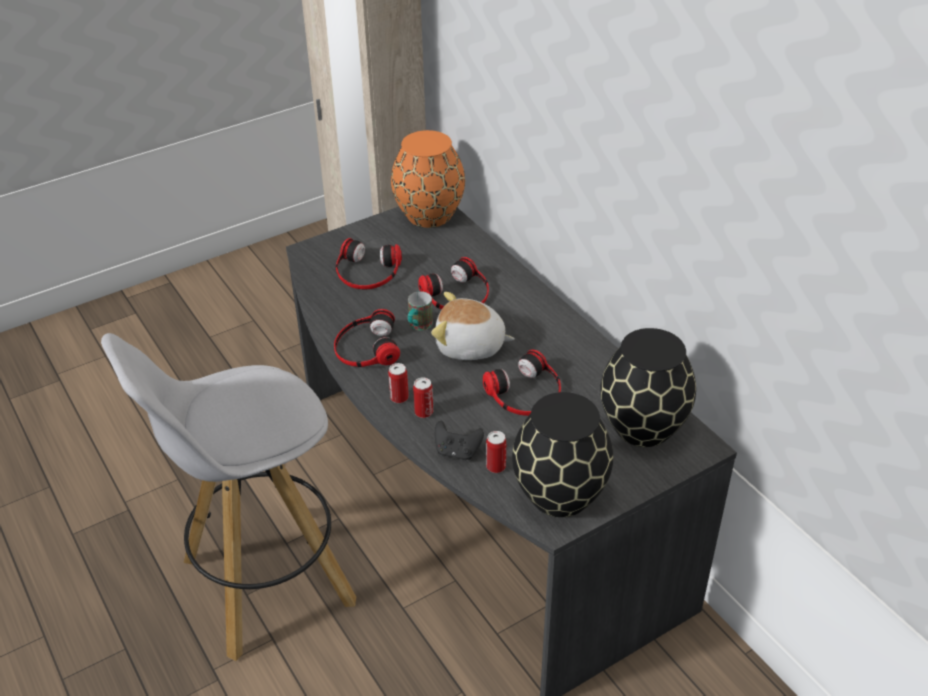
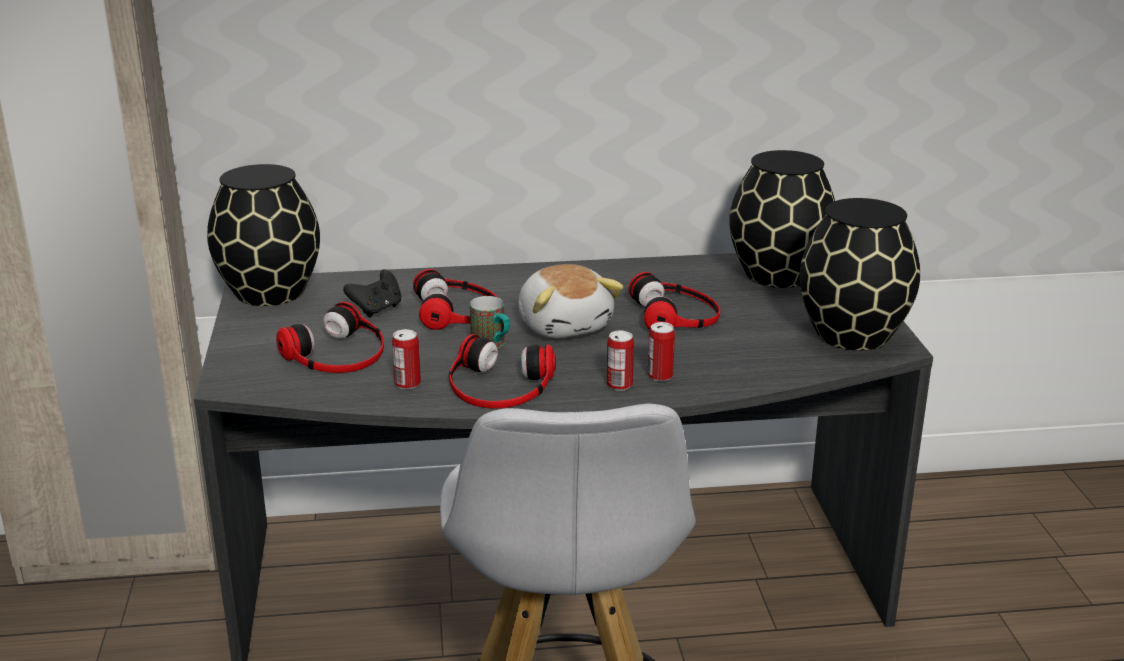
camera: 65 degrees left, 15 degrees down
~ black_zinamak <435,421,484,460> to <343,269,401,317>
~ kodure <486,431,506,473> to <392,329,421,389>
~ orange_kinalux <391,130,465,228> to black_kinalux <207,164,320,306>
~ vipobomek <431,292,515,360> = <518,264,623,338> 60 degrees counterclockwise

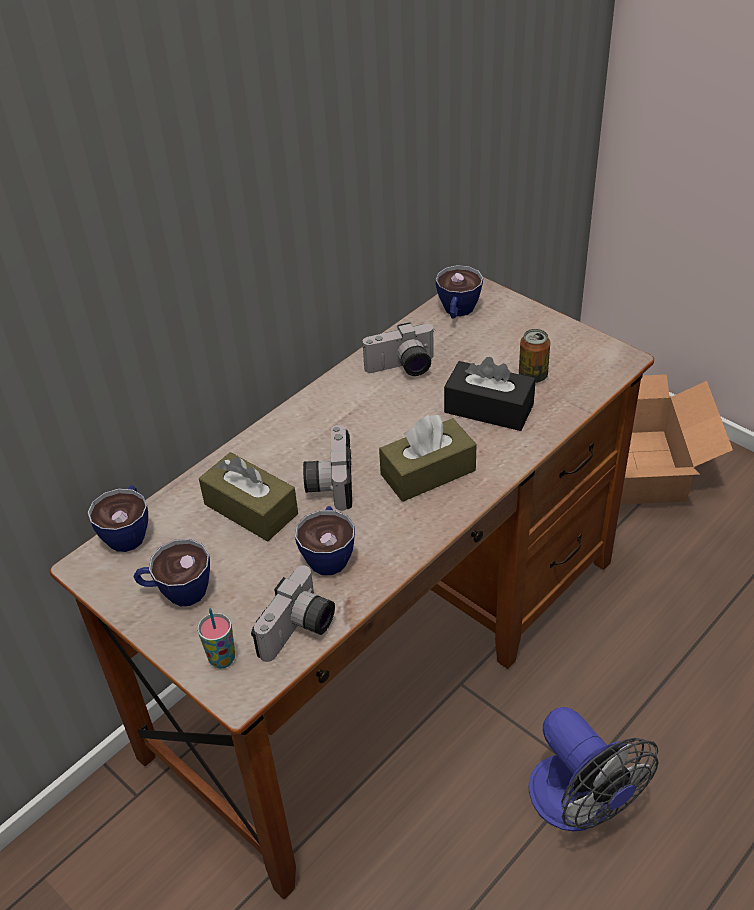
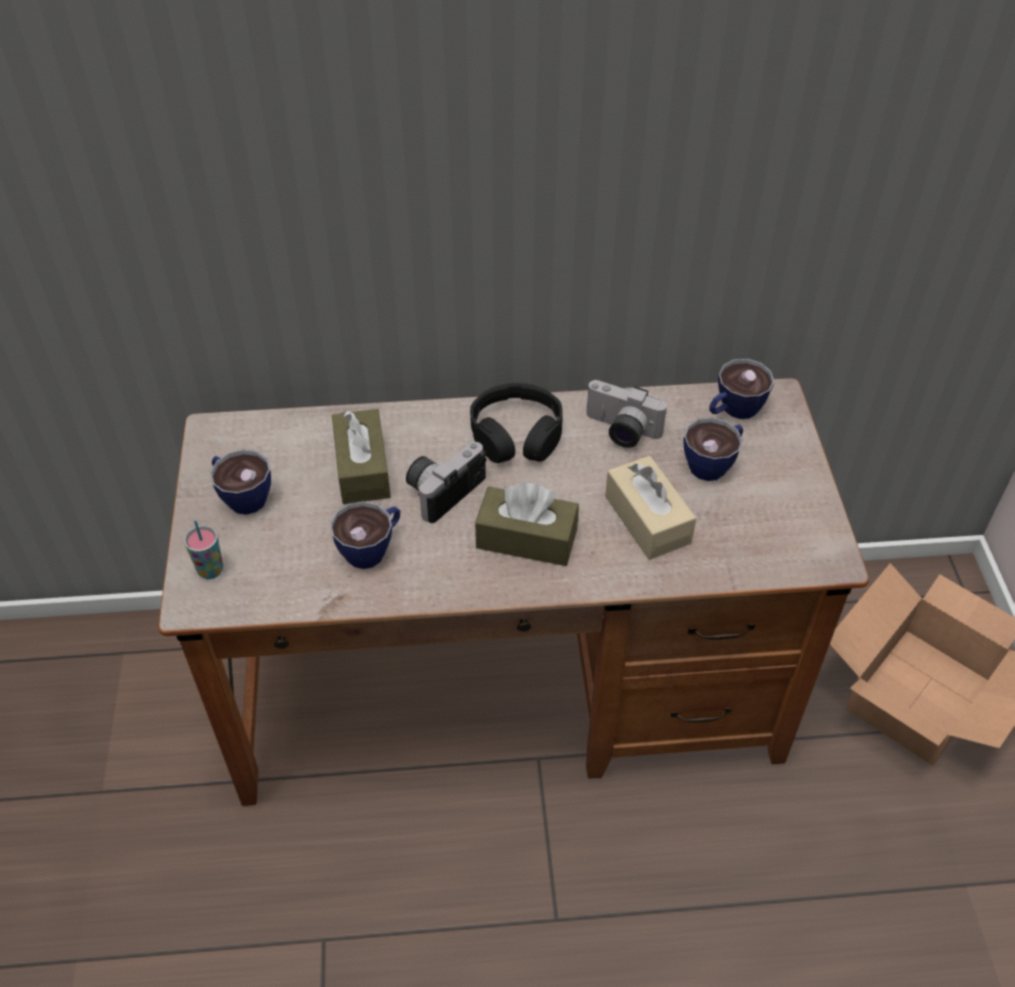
camera: 40 degrees right, 5 degrees up
- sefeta <251,566,335,662>
- kodure <519,329,550,383>
- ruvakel <528,707,659,831>
+ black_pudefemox <470,383,563,463>
~ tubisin <88,485,148,552> to <683,418,743,481>
~ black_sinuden <444,357,536,431> to beige_sinuden <605,456,696,560>

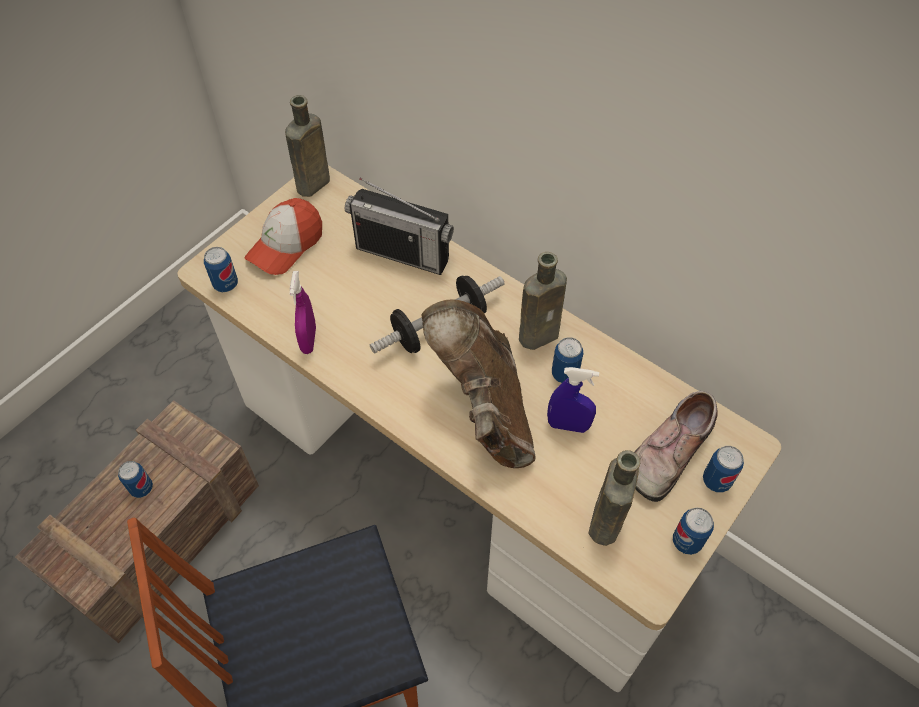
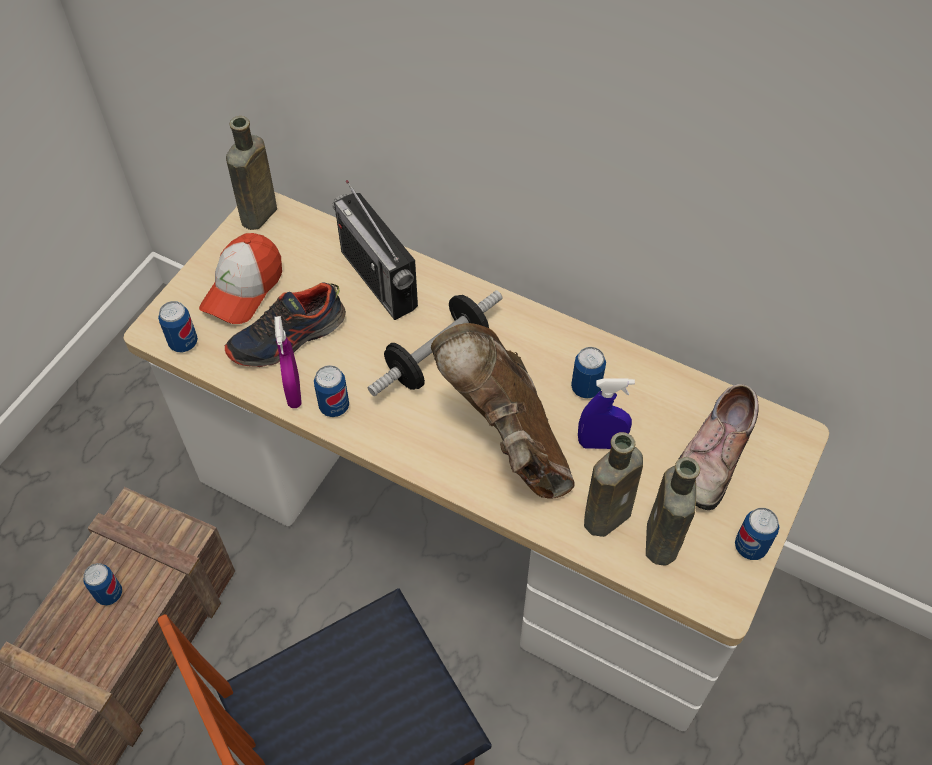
camera: 10 degrees left, 0 degrees up
+ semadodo <225,282,346,367>
~ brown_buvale <519,252,567,350> to <584,432,643,537>
~ kodure <703,446,744,492> to <314,365,349,417>
~ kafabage <345,178,454,275> = <332,180,418,320> 45 degrees clockwise

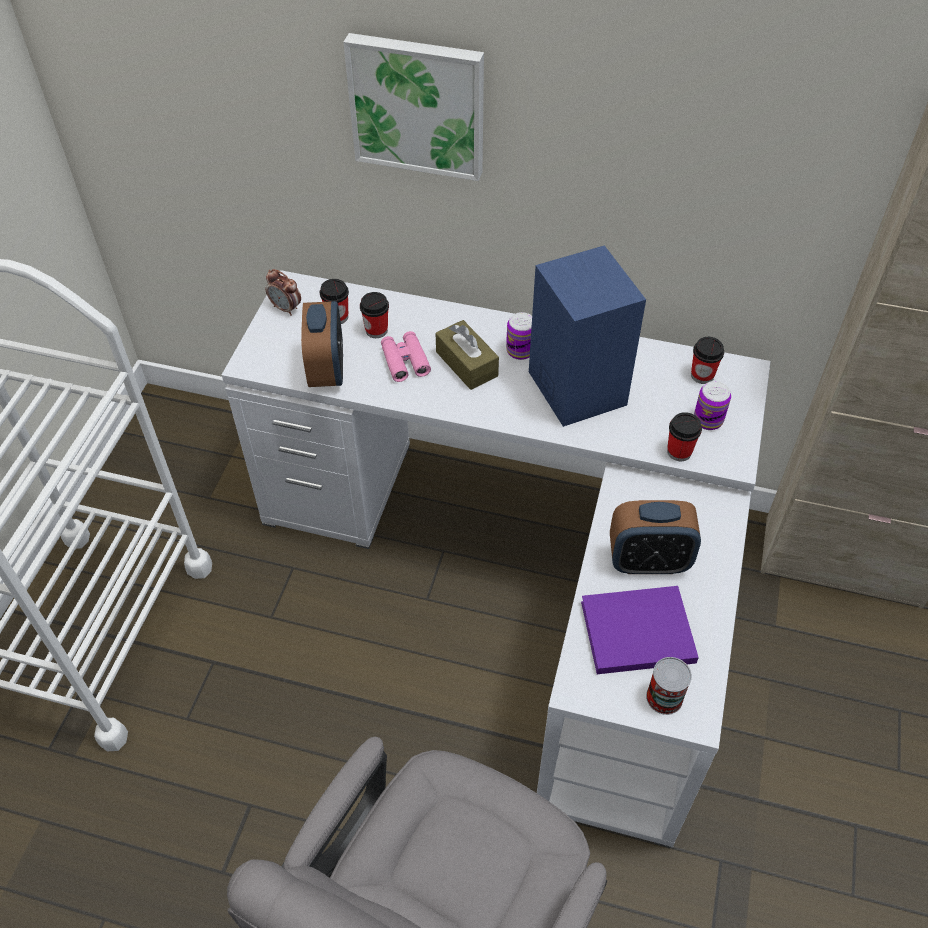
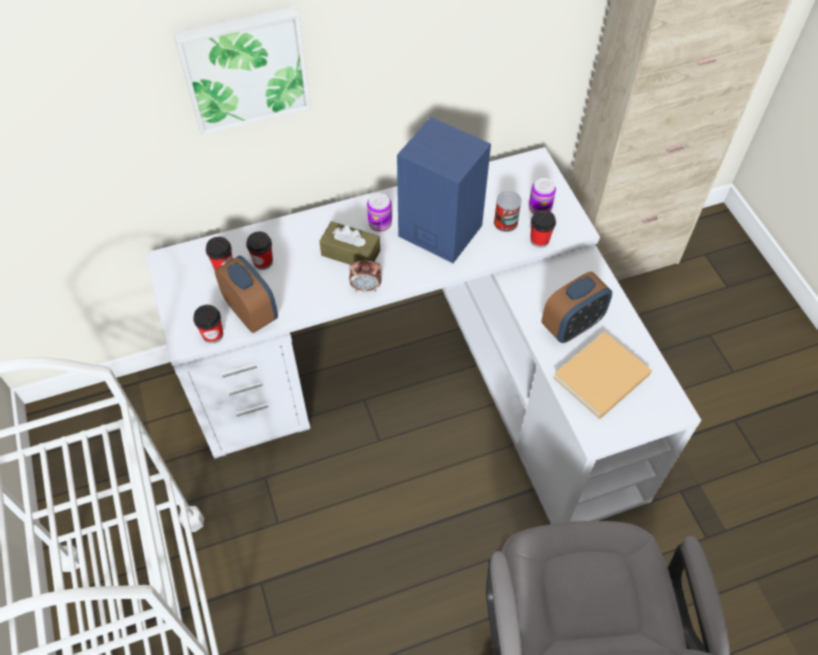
camera: 35 degrees left, 5 degrees up
- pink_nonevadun <381,331,431,382>
~ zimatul <266,269,301,316> to <349,261,382,292>
~ kodure <646,657,692,715> to <494,191,522,232>
~ tubisin <691,337,724,384> to <193,305,223,344>
~ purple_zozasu <581,586,699,674> to beige_zozasu <553,331,652,419>

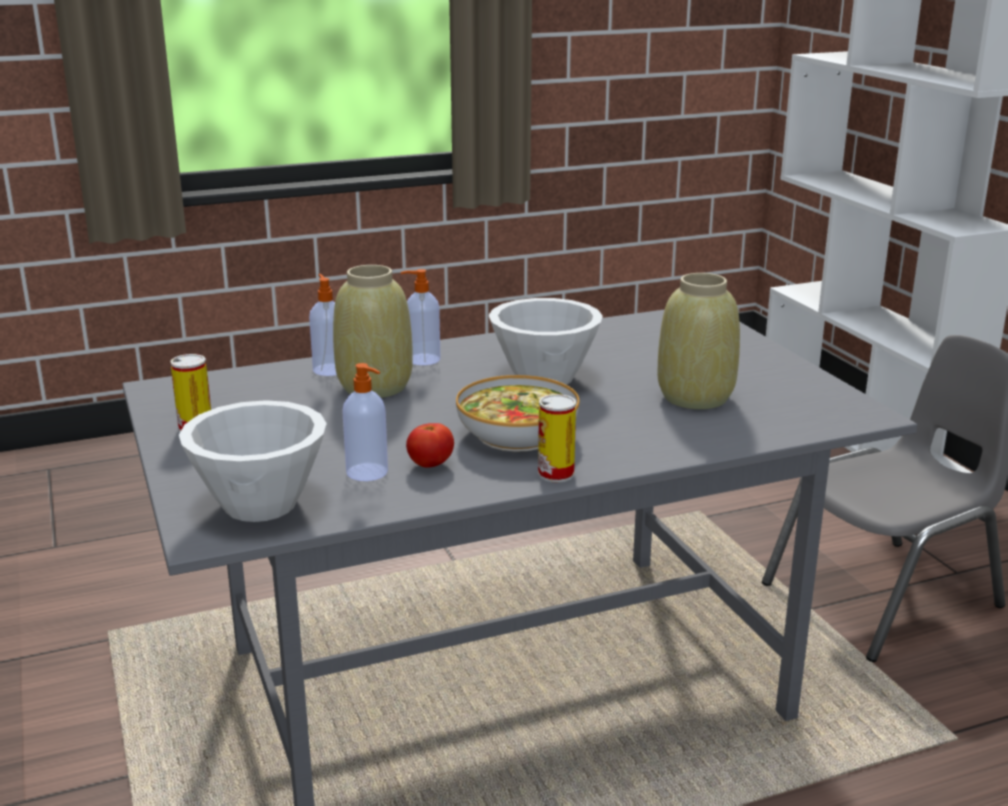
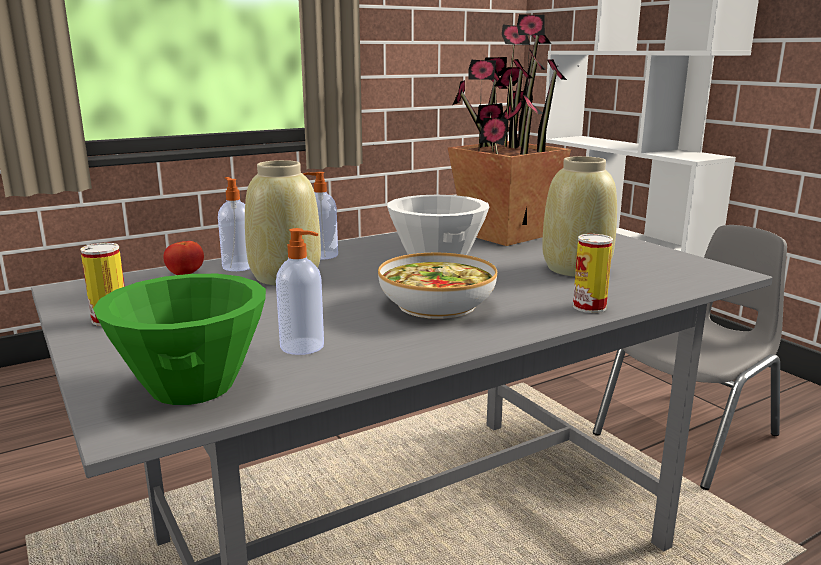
camera: 10 degrees left, 5 degrees down
+ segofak <448,14,571,246>
~ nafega <406,423,454,468> to <163,241,204,275>
~ kodure <538,394,576,482> to <573,234,613,313>
~ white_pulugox <179,400,327,522> to green_pulugox <93,274,266,405>

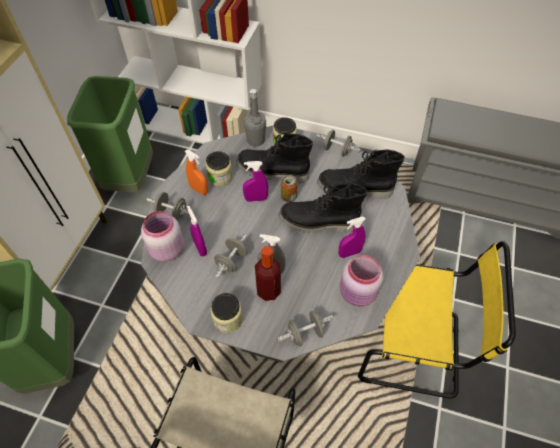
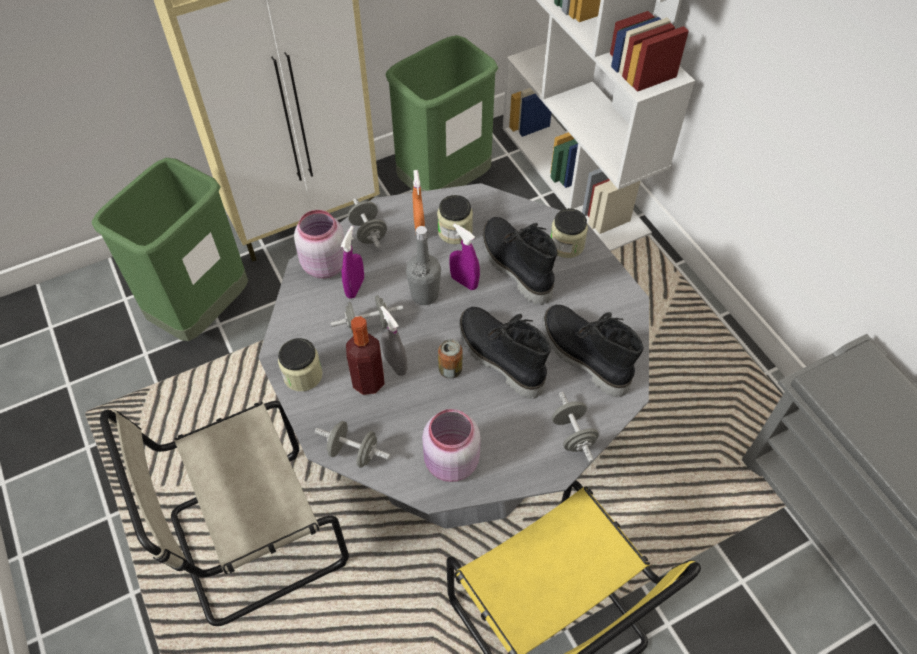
camera: 45 degrees right, 0 degrees up
- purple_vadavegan <339,217,366,258>
~ grey_buvale <244,89,266,147> to <406,226,441,305>
~ kodure <281,175,297,202> to <438,339,463,379>
~ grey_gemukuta <317,130,361,157> to <552,392,599,463>

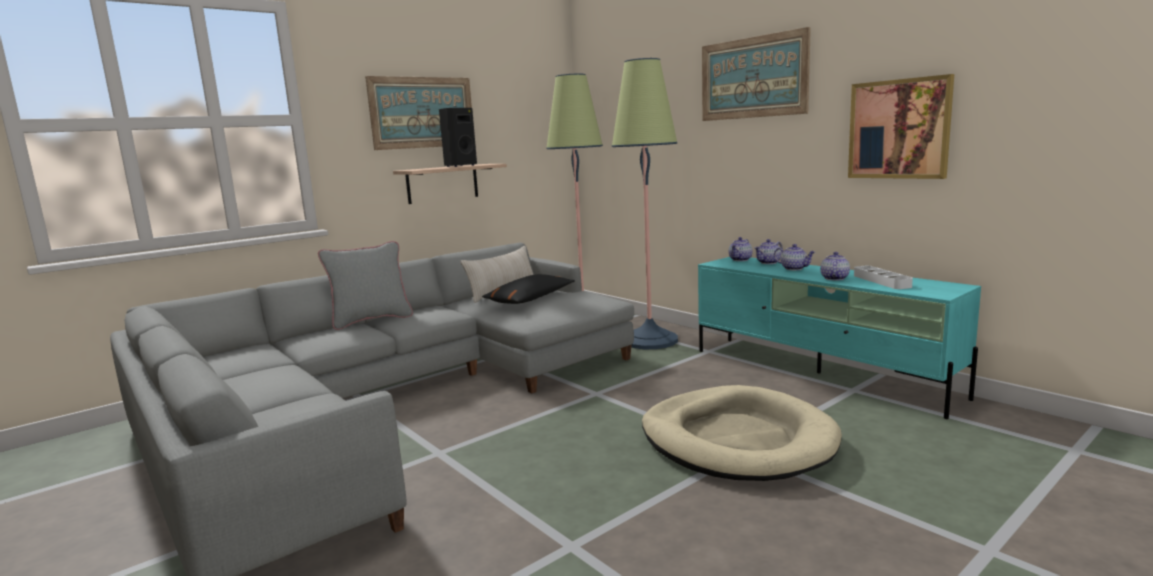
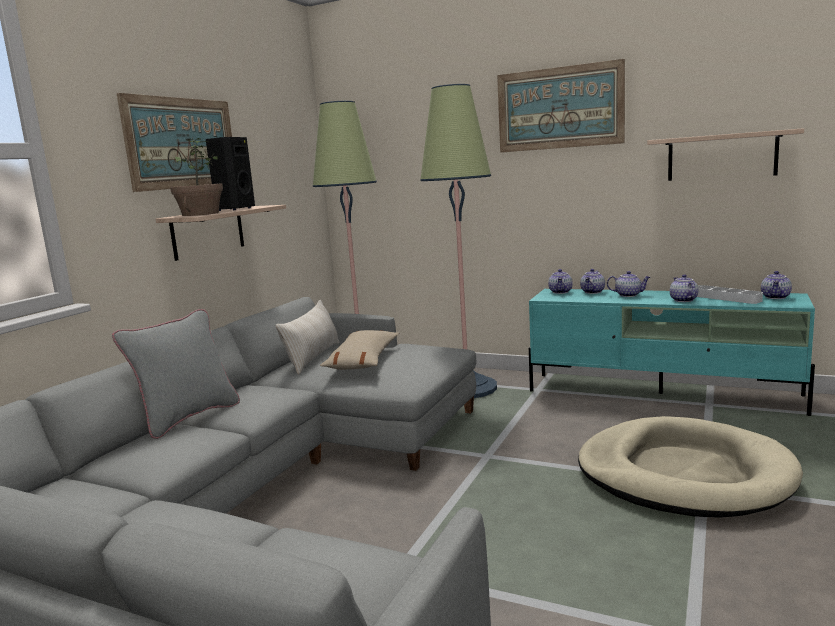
camera: 25 degrees left, 0 degrees up
+ segofak <170,138,223,216>
+ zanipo <761,271,792,299>
~ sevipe <848,74,954,179> to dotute <647,128,804,181>
~ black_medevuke <482,274,575,304> to beige_medevuke <320,330,399,370>

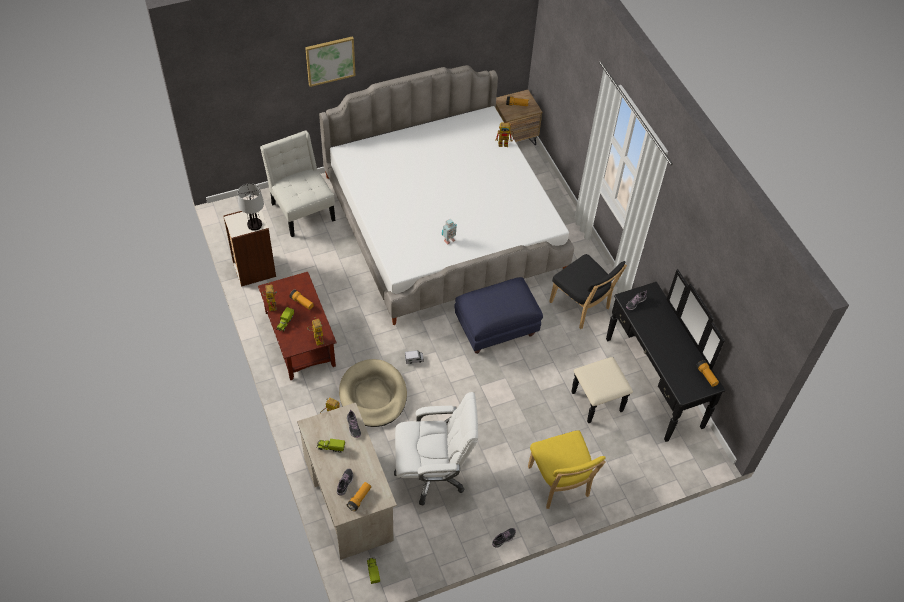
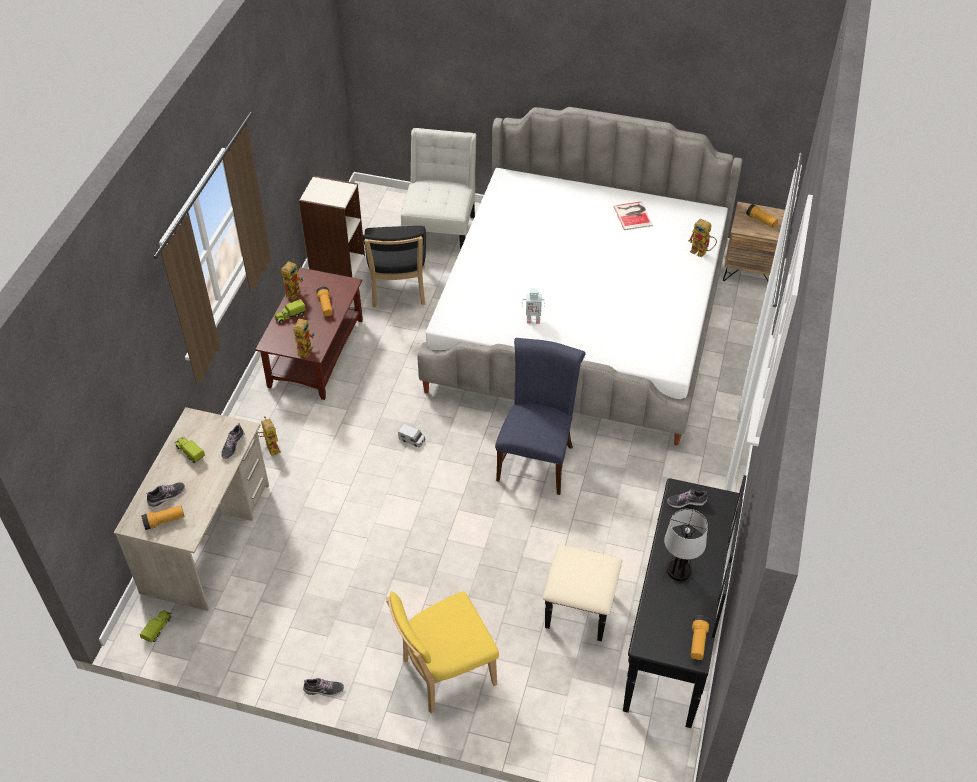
camera: 40 degrees right, 5 degrees down
- sevipe <305,36,356,87>
- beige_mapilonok <339,359,407,427>
- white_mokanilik <394,392,478,505>
+ zozasu <613,201,653,230>
~ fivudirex <238,183,264,231> to <664,509,708,581>
~ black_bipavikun <549,254,627,329> to <363,226,426,308>
~ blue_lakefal <454,277,543,354> to blue_bipavikun <495,338,585,495>
~ yellow_bipavikun <528,430,606,509> = <386,591,499,714> 45 degrees clockwise

